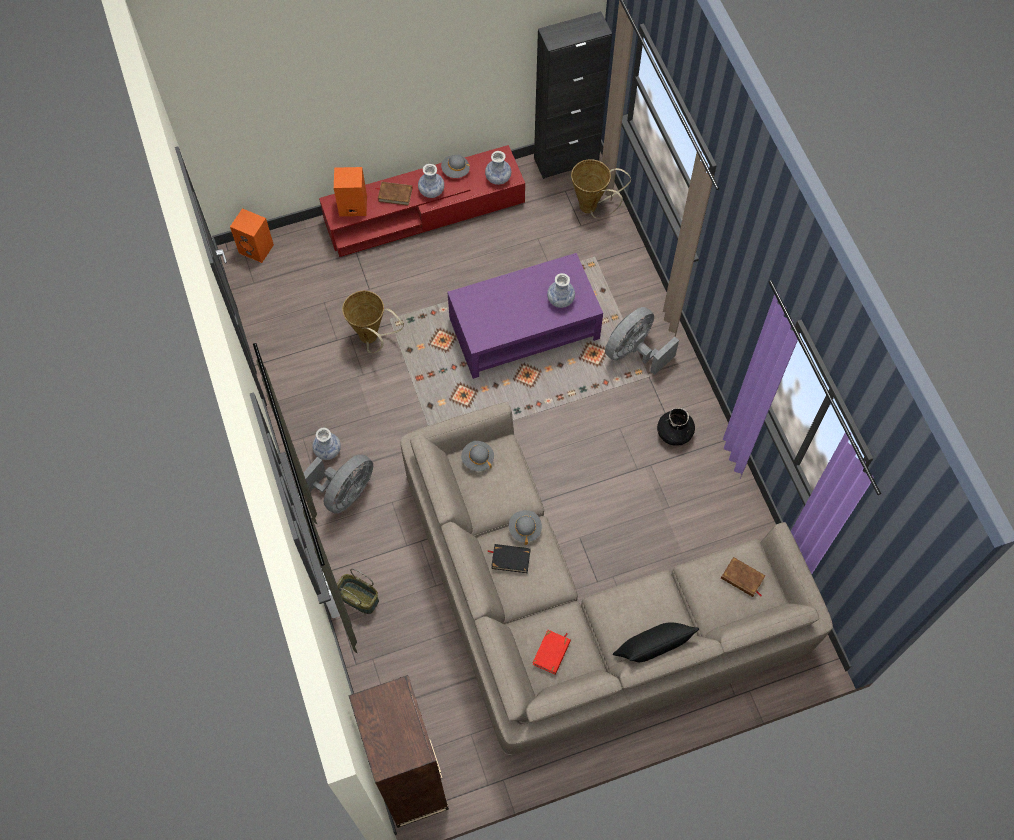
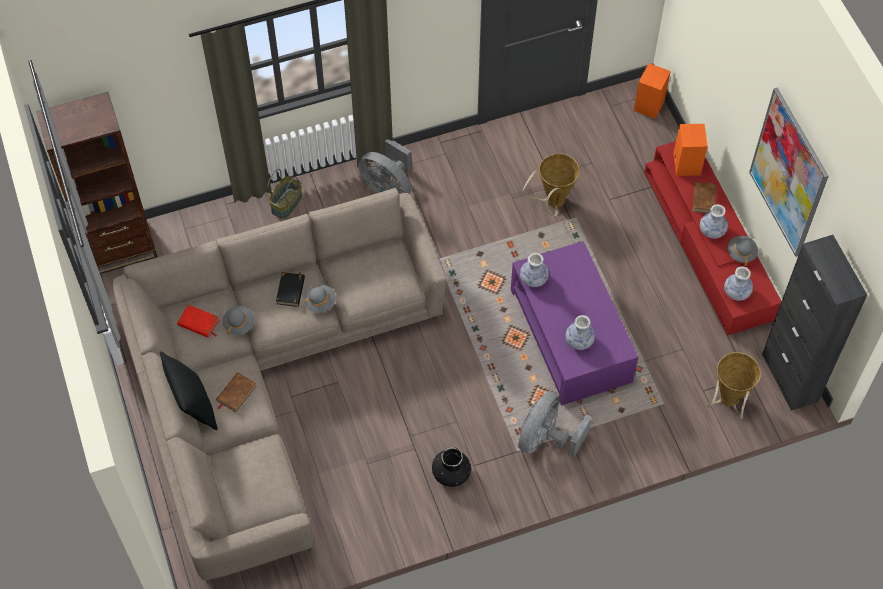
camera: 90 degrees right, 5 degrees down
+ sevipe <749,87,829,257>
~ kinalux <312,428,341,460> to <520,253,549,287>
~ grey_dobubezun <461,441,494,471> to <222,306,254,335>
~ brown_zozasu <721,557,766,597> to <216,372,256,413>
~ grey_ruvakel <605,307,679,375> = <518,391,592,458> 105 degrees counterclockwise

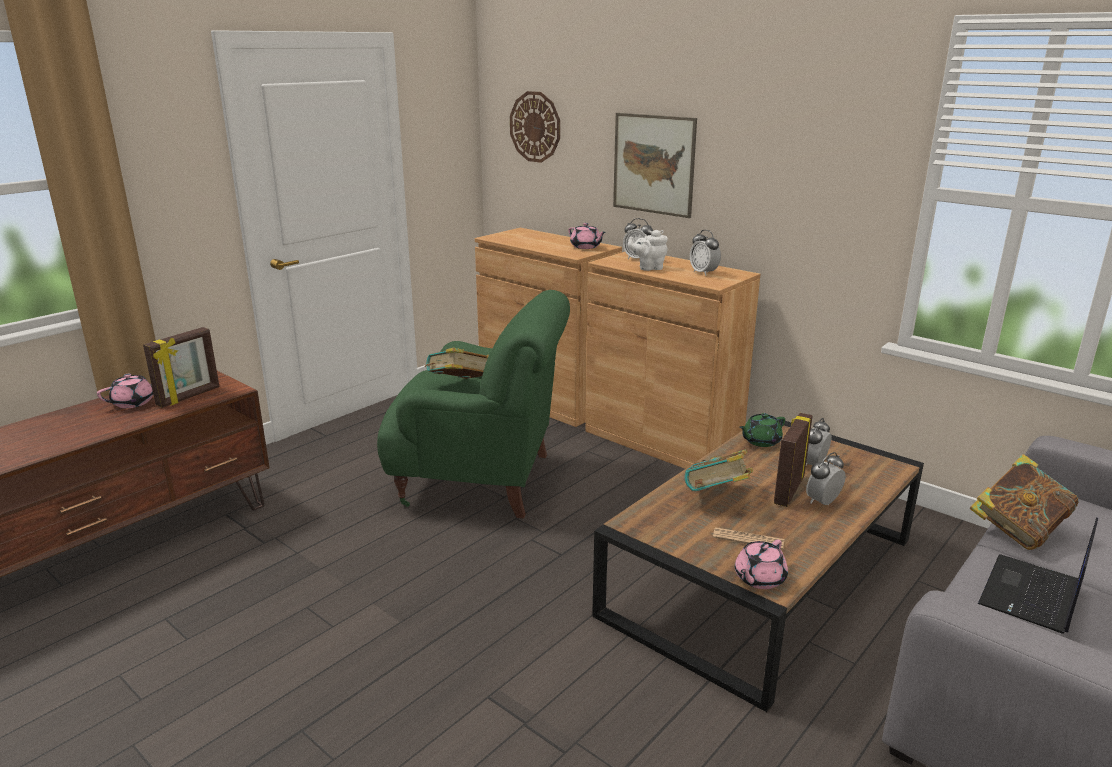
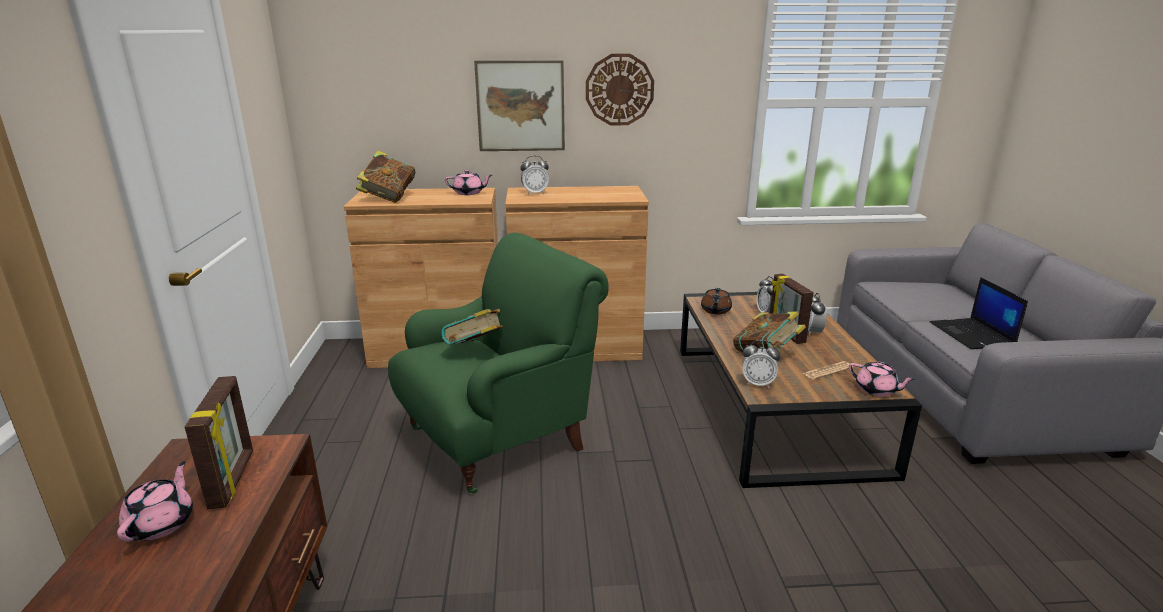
camera: 45 degrees left, 0 degrees up
- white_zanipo <628,230,668,271>
~ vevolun <510,91,560,163> to <586,54,654,125>
~ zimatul <690,230,721,276> to <742,340,781,388>
~ zozasu <970,454,1078,550> to <356,150,415,203>
~ green_zanipo <739,413,785,447> to brown_zanipo <701,288,732,314>
~ pink_zanipo <735,539,788,589> = <849,362,916,397> 45 degrees counterclockwise

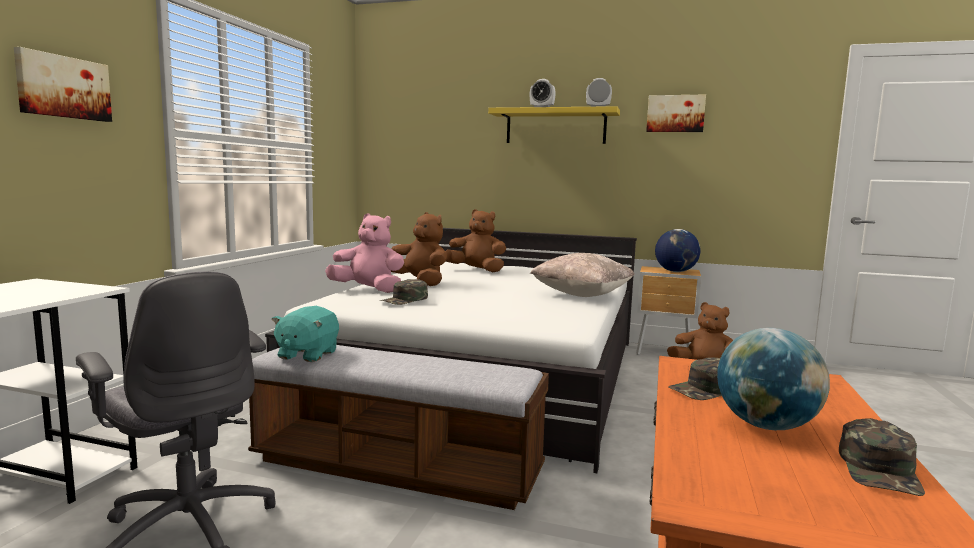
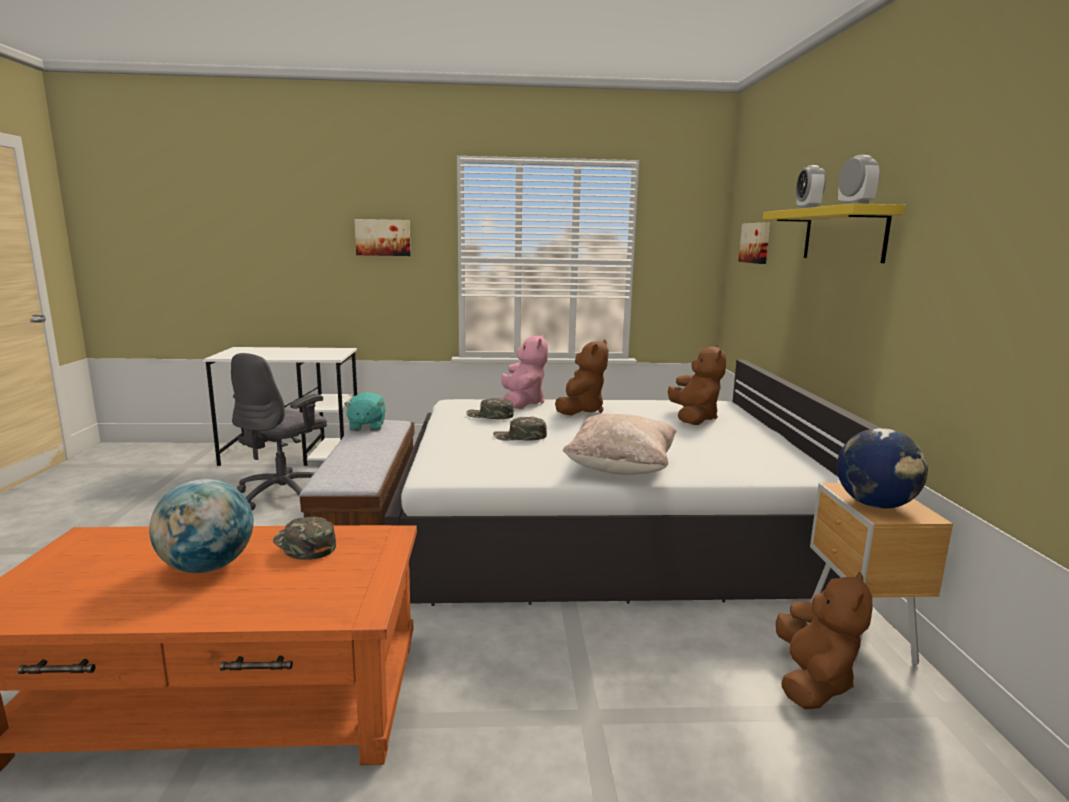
camera: 70 degrees right, 5 degrees up
~ sevipe <646,95,706,132> to <738,222,770,264>
~ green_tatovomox <839,418,925,496> to <493,417,547,440>
~ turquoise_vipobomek <272,306,339,362> = <344,392,386,431> 90 degrees counterclockwise

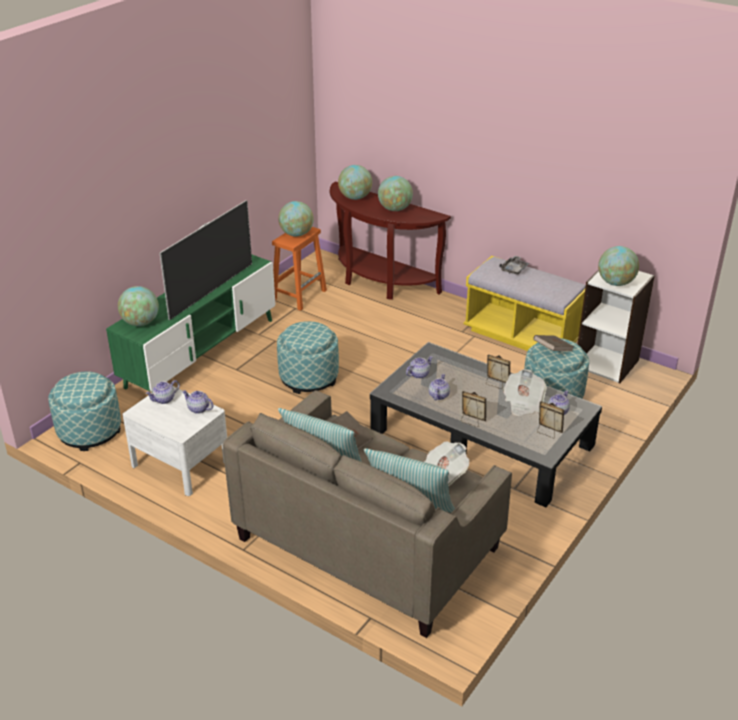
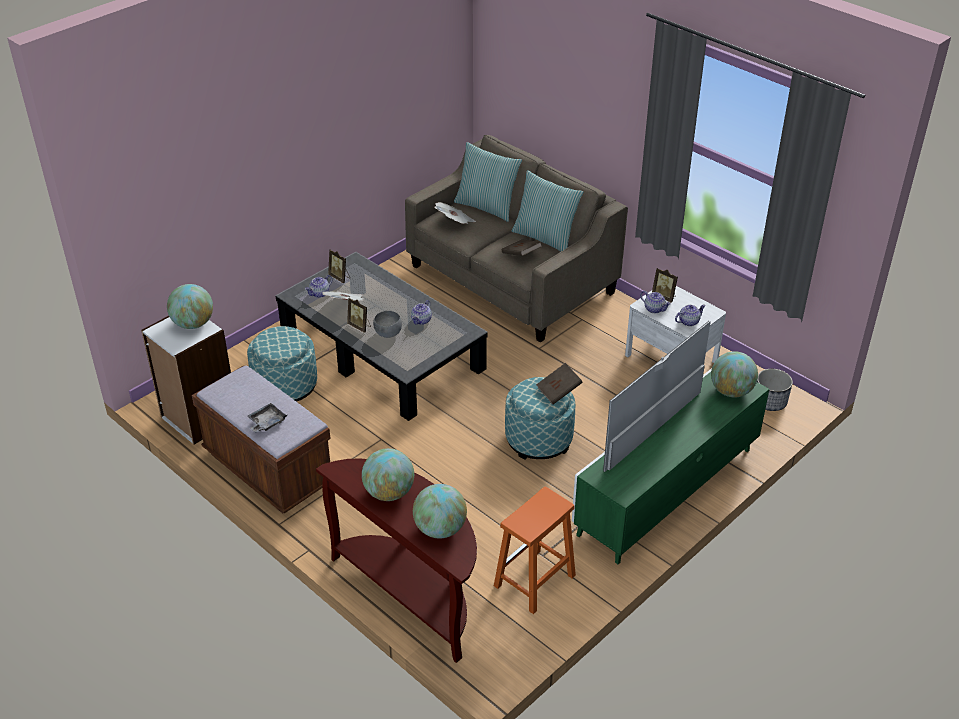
camera: 170 degrees left, 5 degrees up
- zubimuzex <278,201,314,237>
- zanipo <406,356,433,379>
+ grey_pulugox <373,311,402,338>
~ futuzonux <461,391,486,427> to <652,268,678,303>
~ brown_zozasu <534,335,574,351> to <536,363,583,405>
~ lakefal <48,371,121,451> to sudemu <757,369,793,411>
~ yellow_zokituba <464,256,586,351> to brown_zokituba <192,365,331,513>

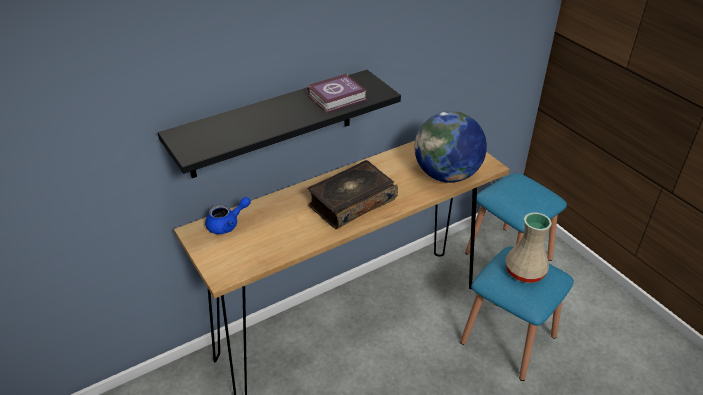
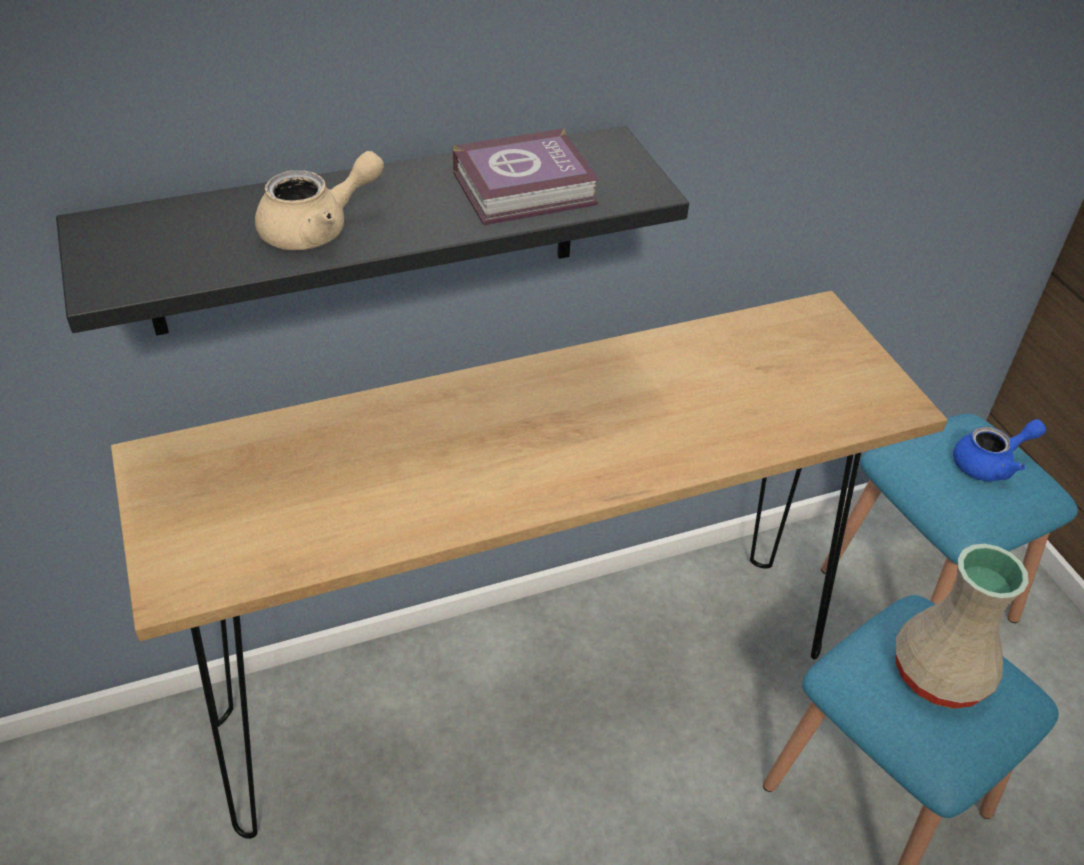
camera: 10 degrees right, 5 degrees up
- zozasu <307,160,398,229>
- zubimuzex <414,111,487,183>
+ beige_zanipo <255,151,384,250>
~ blue_zanipo <205,197,251,234> to <953,419,1046,481>

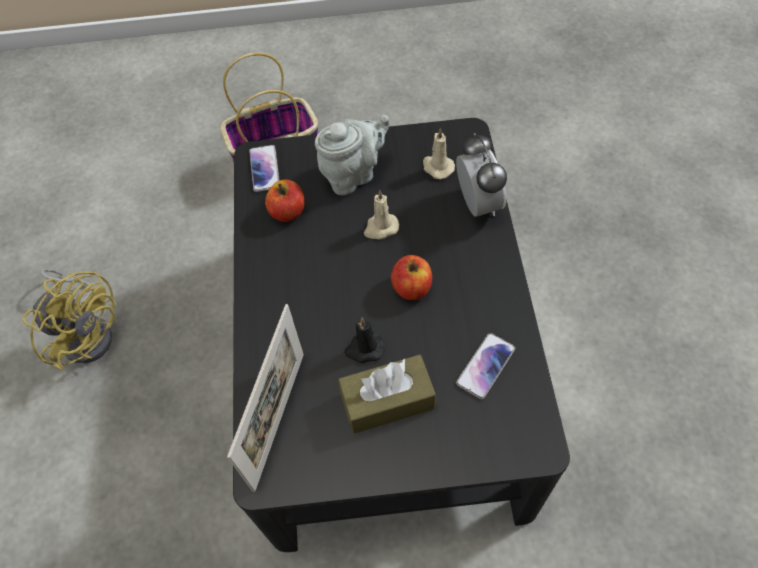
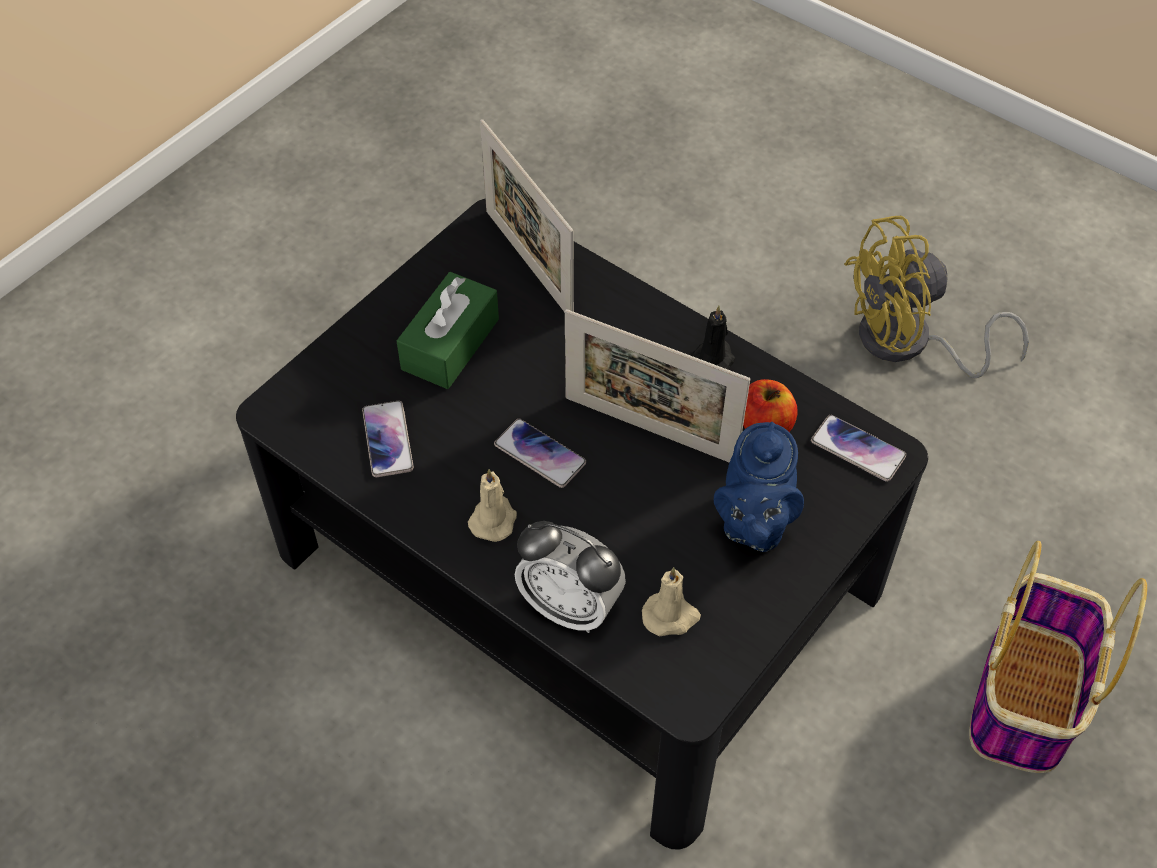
camera: 130 degrees right, 5 degrees down
+ futuzonux <565,309,750,463>
~ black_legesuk <344,317,385,363> to <690,306,735,370>
~ beige_legesuk <364,190,399,239> to <468,469,517,542>
~ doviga <391,255,432,300> to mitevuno <494,419,586,488>
~ grey_zanipo <315,115,390,195> to blue_zanipo <714,422,804,552>
~ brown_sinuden <338,355,436,434> to green_sinuden <397,272,499,389>

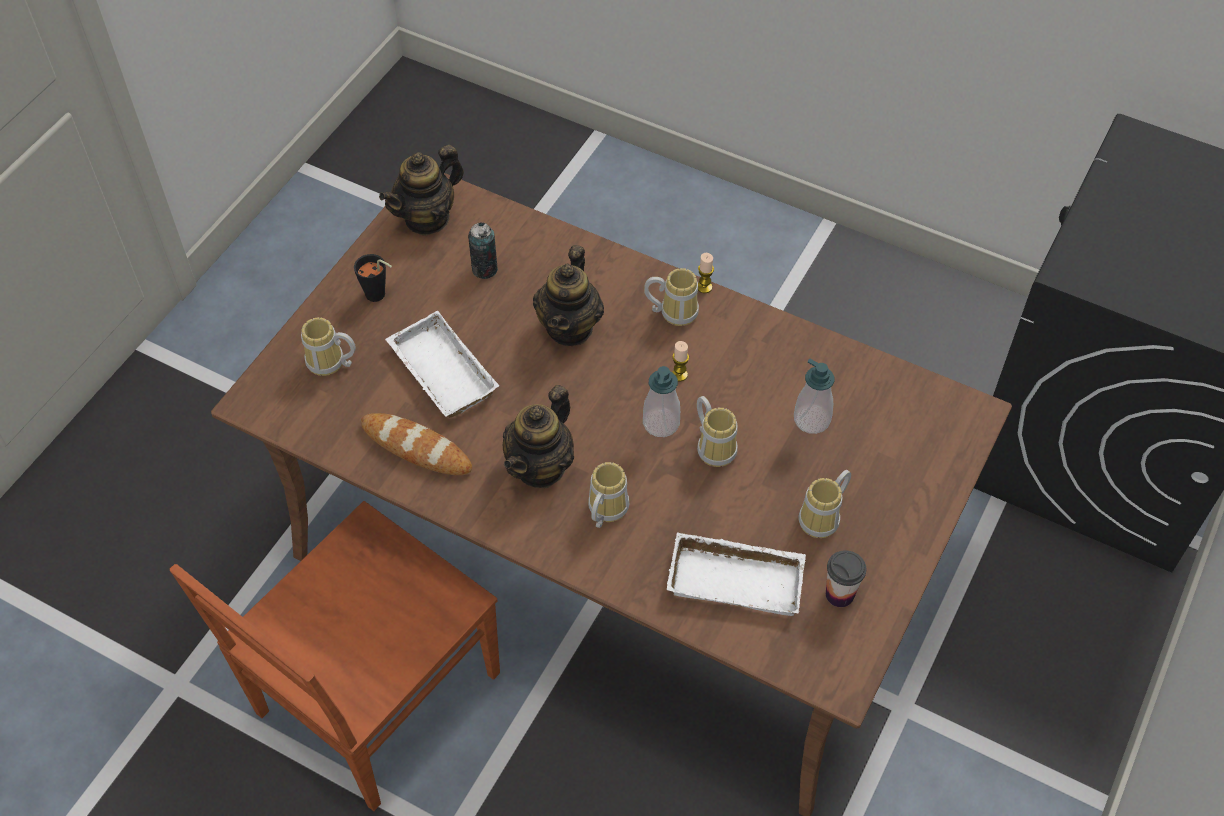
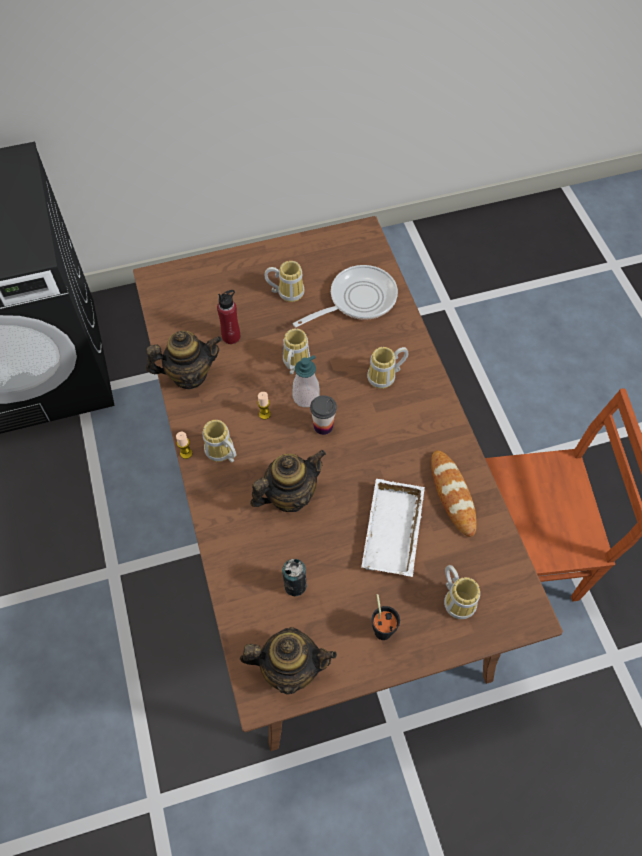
camera: 135 degrees left, 5 degrees up
~ zanipo <503,385,574,488> to <146,331,222,389>
~ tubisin <826,550,866,607> to <310,395,337,435>
~ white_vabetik <667,532,806,616> to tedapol <293,265,398,327>
~ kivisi <794,359,834,434> to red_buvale <217,290,240,344>

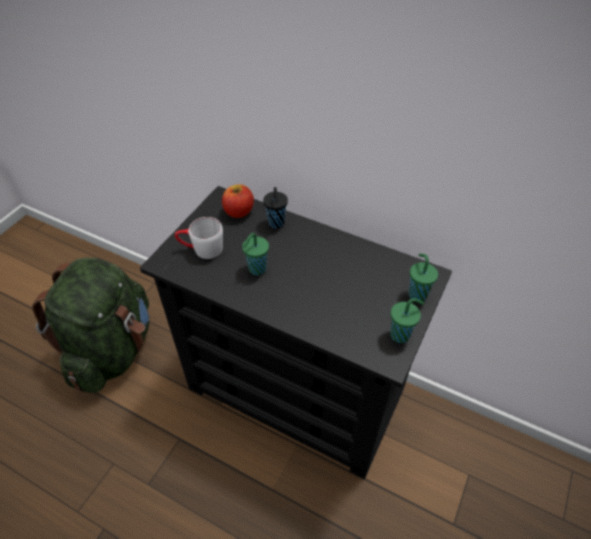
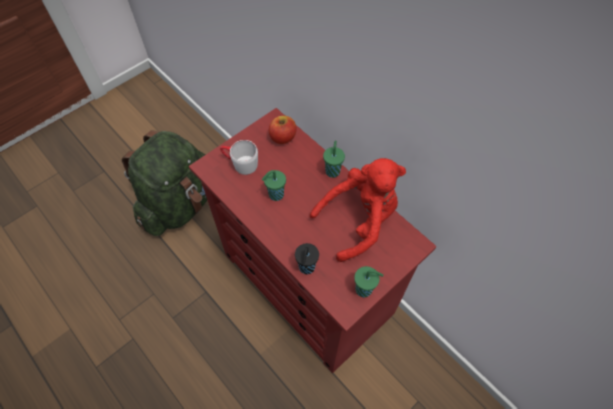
camera: 20 degrees right, 10 degrees up
+ red_vipobomek <310,158,406,262>
~ black_tubisin <263,187,288,228> to <295,243,319,274>
~ green_tubisin <409,254,438,301> to <323,140,345,178>
~ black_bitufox <140,186,452,479> to red_bitufox <189,108,436,373>

